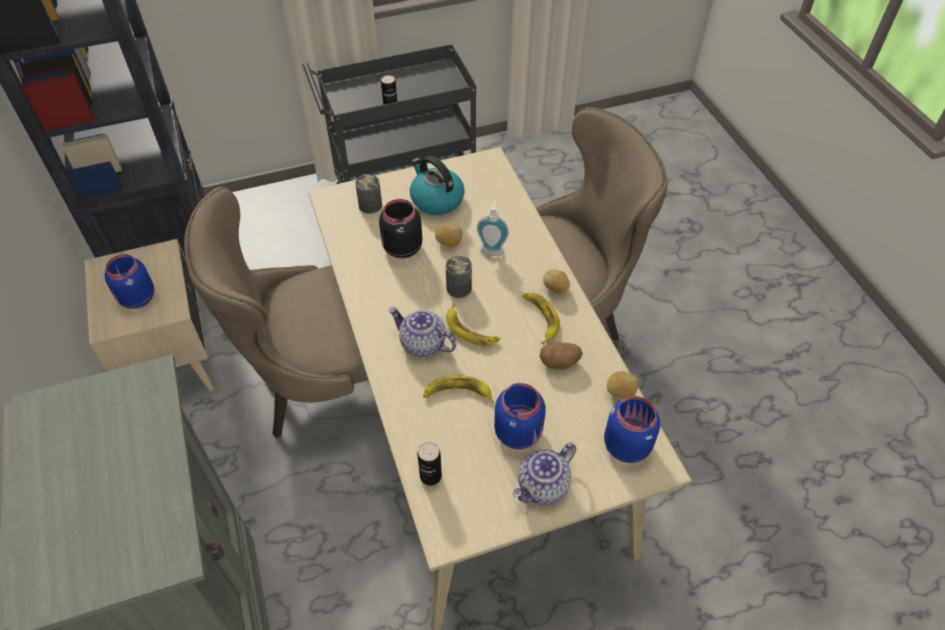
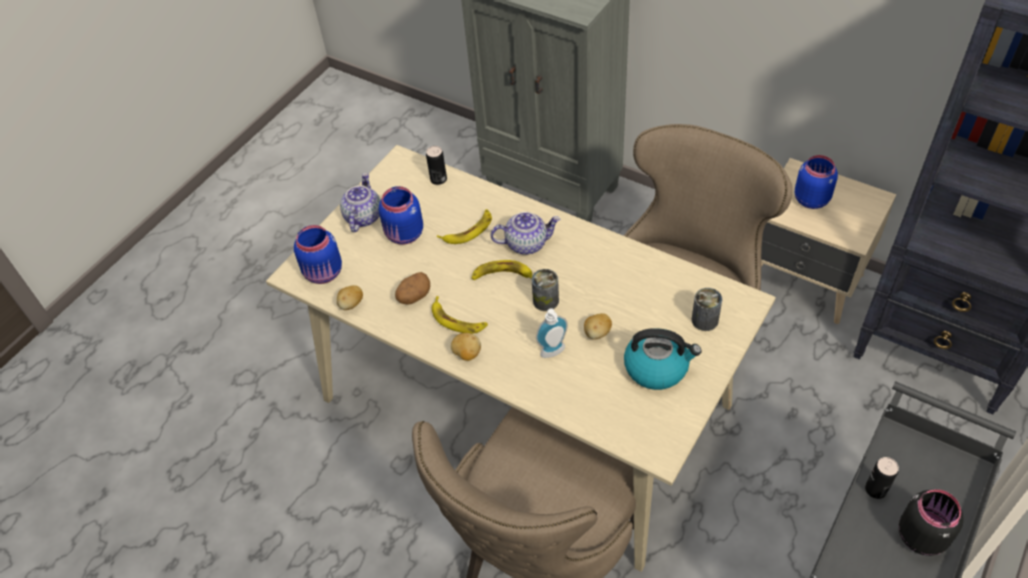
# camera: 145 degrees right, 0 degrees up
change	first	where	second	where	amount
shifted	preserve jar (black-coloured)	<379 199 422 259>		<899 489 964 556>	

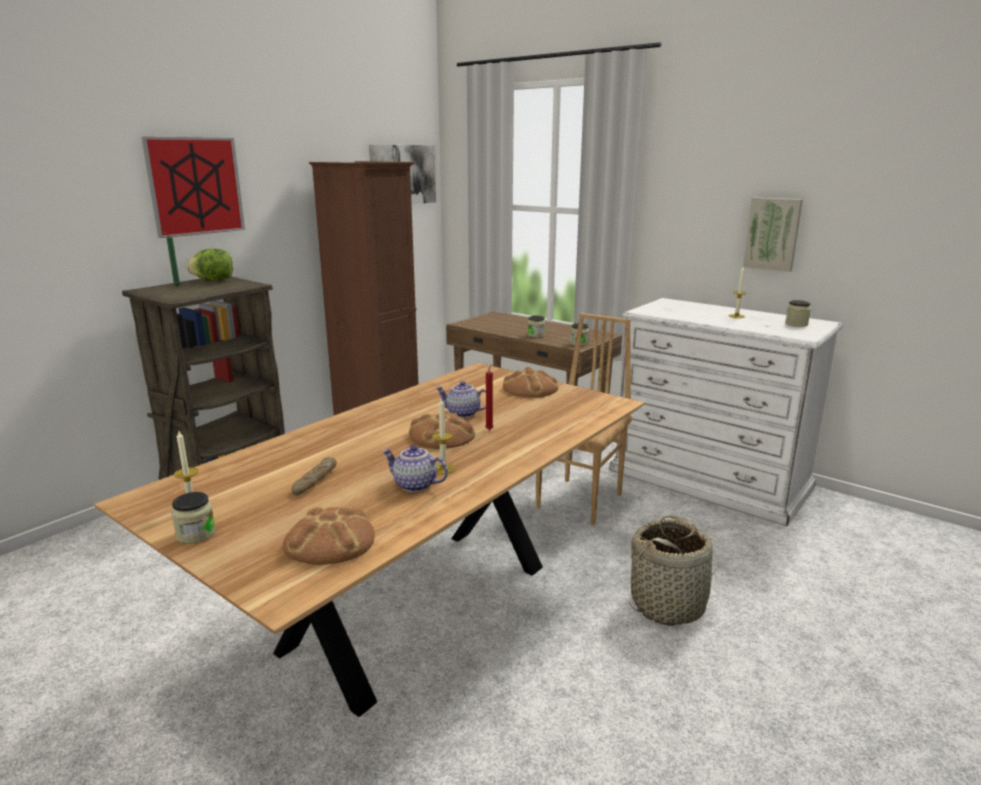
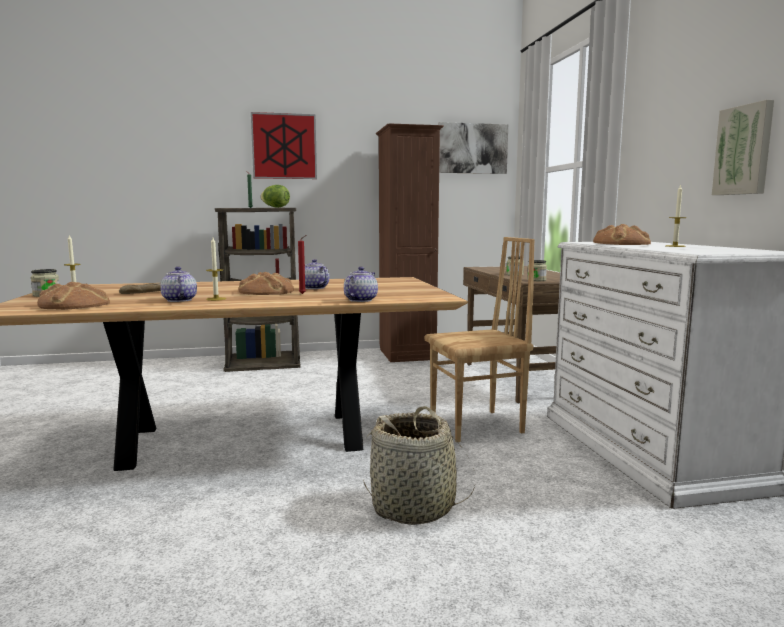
# camera: 40 degrees right, 10 degrees down
change	first	where	second	where	amount
shifted	bakery bread	<503 367 558 398>		<593 224 651 245>	
gone	preserve jar	<785 300 811 327>			
new			teapot	<344 267 378 302>	

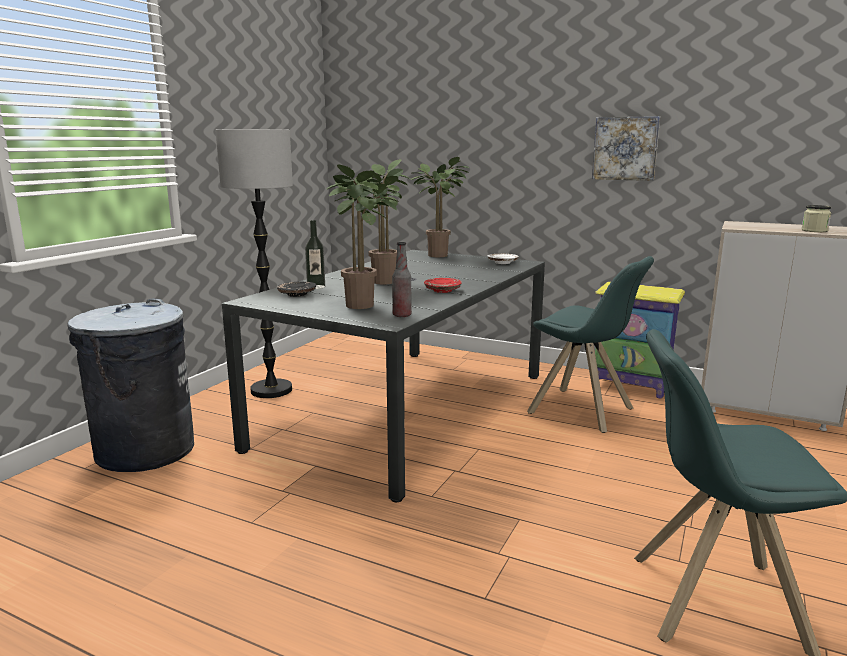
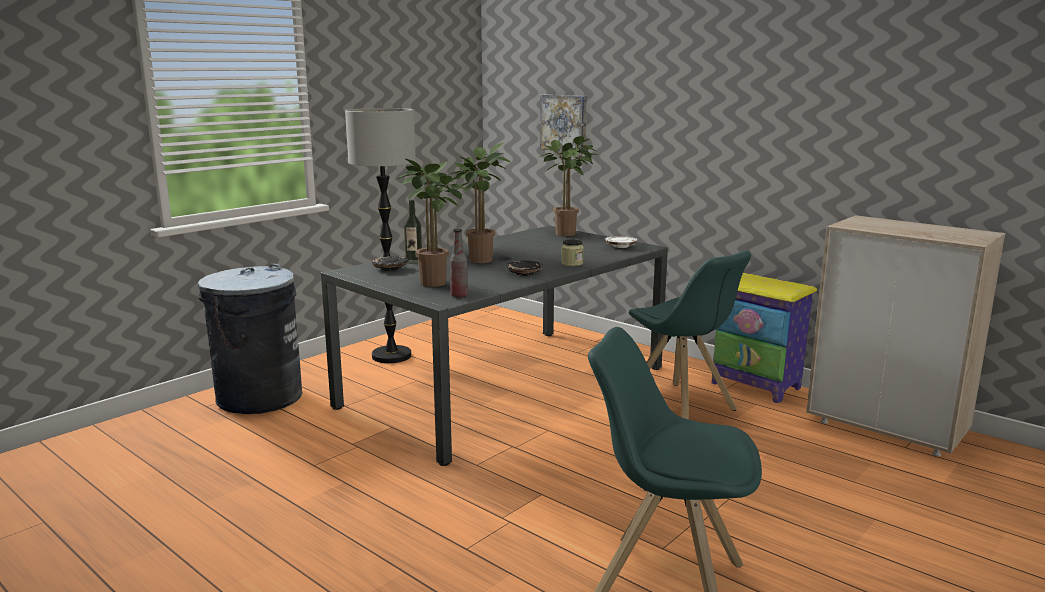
# camera: 15 degrees right, 0 degrees up
change	first	where	second	where	amount
repainted	dinner plate (red-coloured)	<424 278 462 293>	dinner plate (black-coloured)	<506 260 543 276>	
shifted	picture	<592 116 660 181>		<540 95 587 151>	
shifted	preserve jar	<802 205 831 232>		<561 239 584 266>	

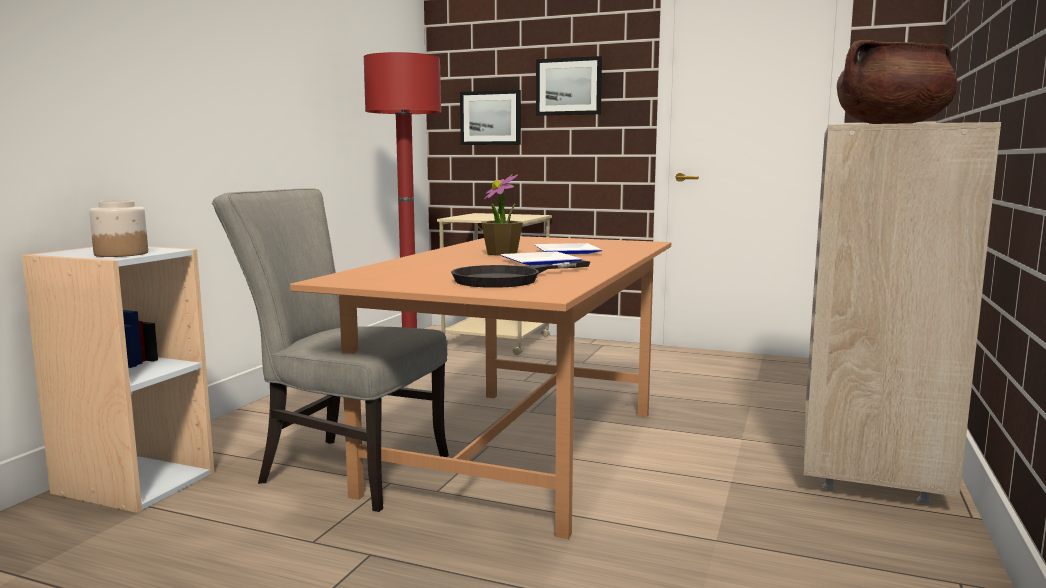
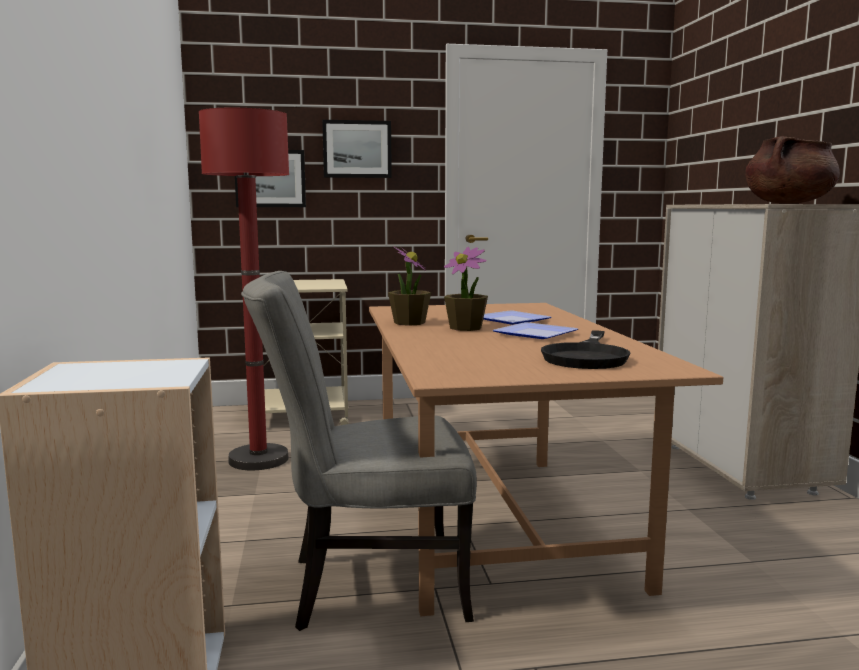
# camera: 30 degrees left, 0 degrees up
change	first	where	second	where	amount
gone	preserve jar	<89 200 148 257>			
new			plant in a pot	<388 246 431 326>	

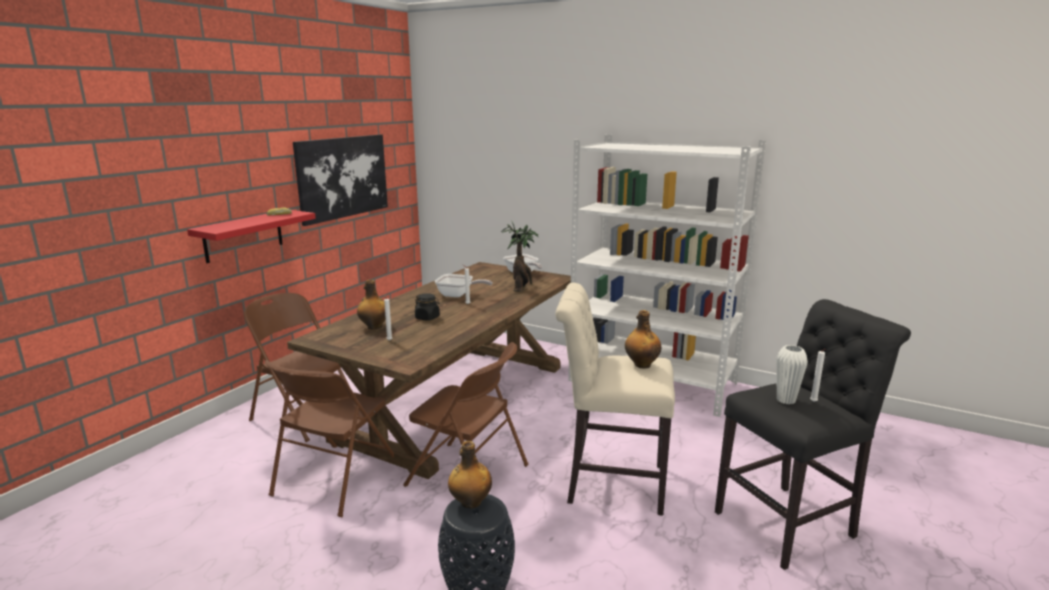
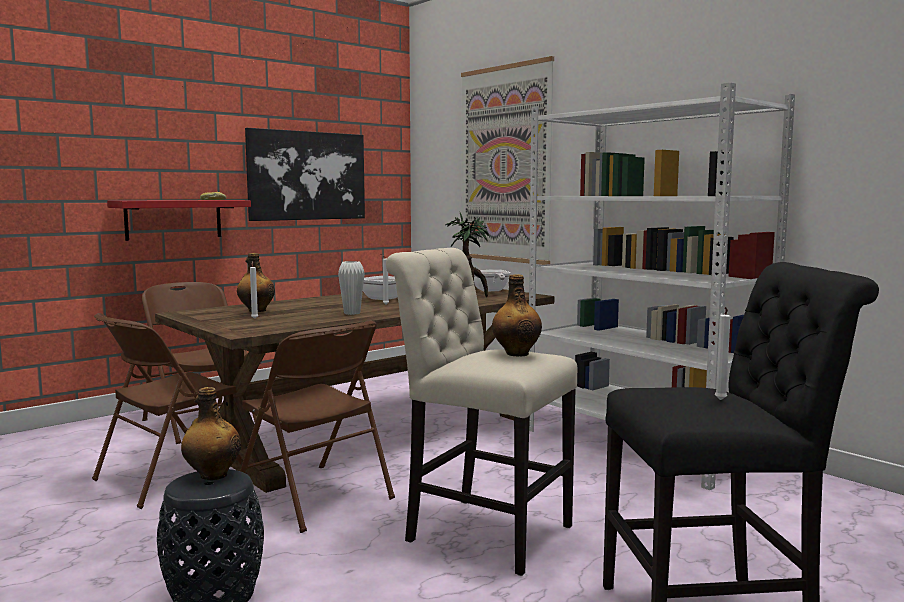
# camera: 20 degrees right, 10 degrees down
change	first	where	second	where	amount
gone	preserve jar (black-coloured)	<415 293 440 321>			
shifted	decorative vase (white-coloured)	<776 345 808 404>		<338 261 365 315>	
new			picture	<461 56 554 265>	

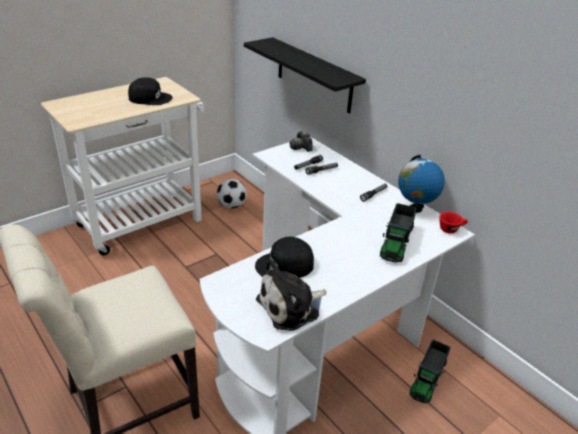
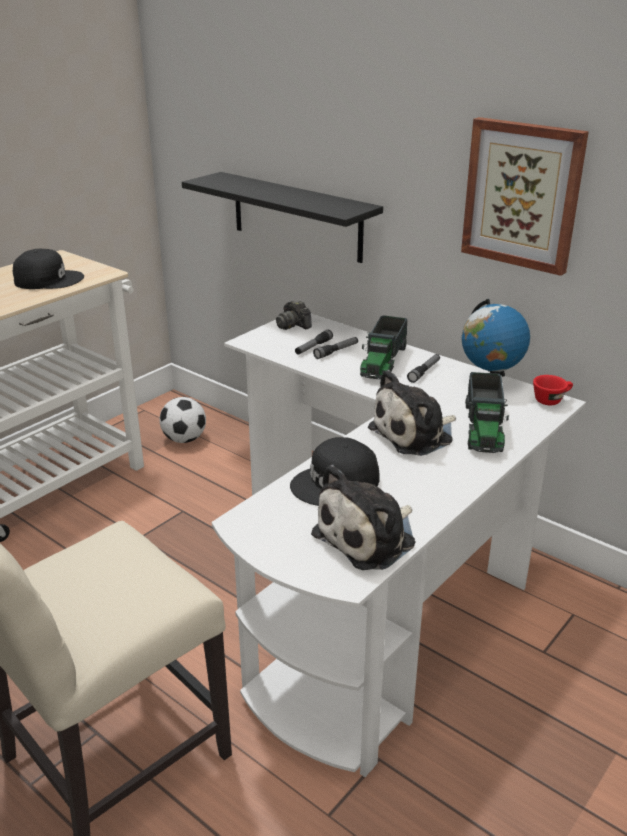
# camera: 10 degrees left, 5 degrees down
change	first	where	second	where	amount
shifted	toy truck	<410 340 450 403>		<360 315 407 380>	
new			cuddly toy	<368 370 456 456>	
new			picture	<461 117 589 276>	

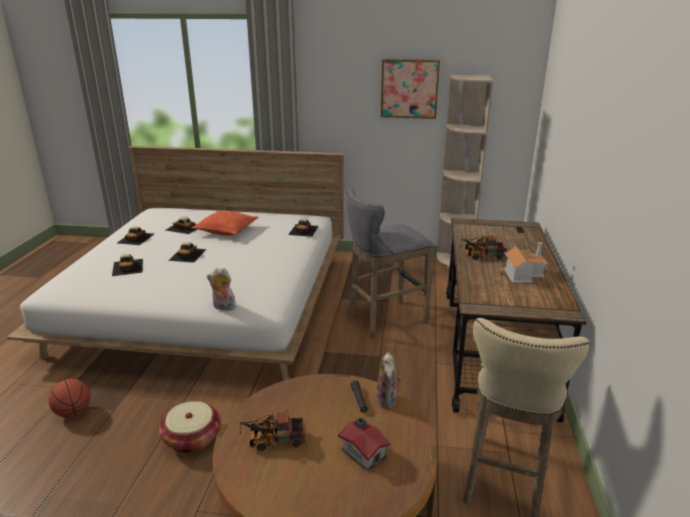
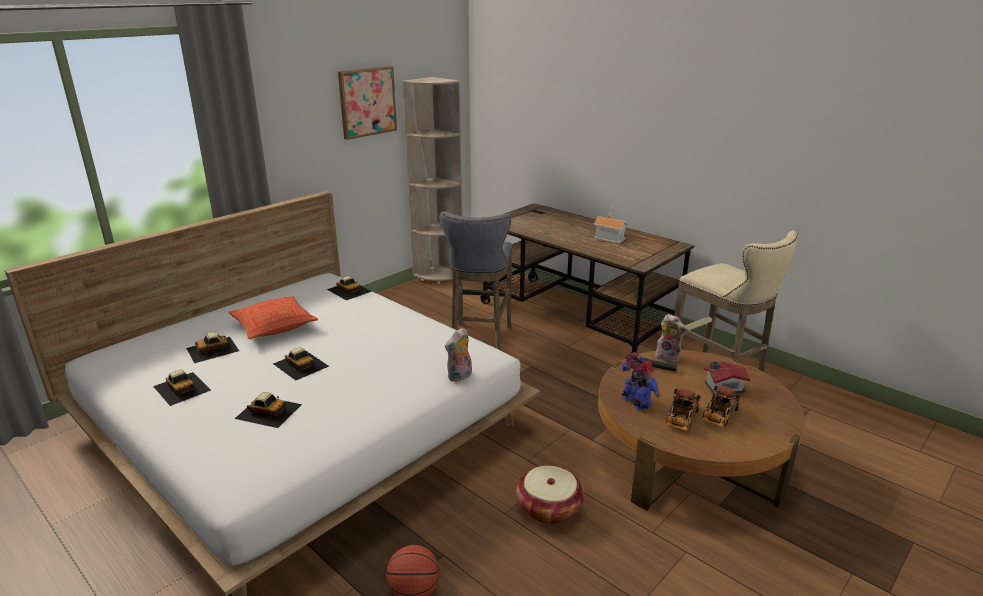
# camera: 55 degrees left, 0 degrees up
change	first	where	second	where	amount
shifted	toy truck	<460 235 507 260>		<702 386 741 427>	
new			toy robot	<622 352 660 411>	

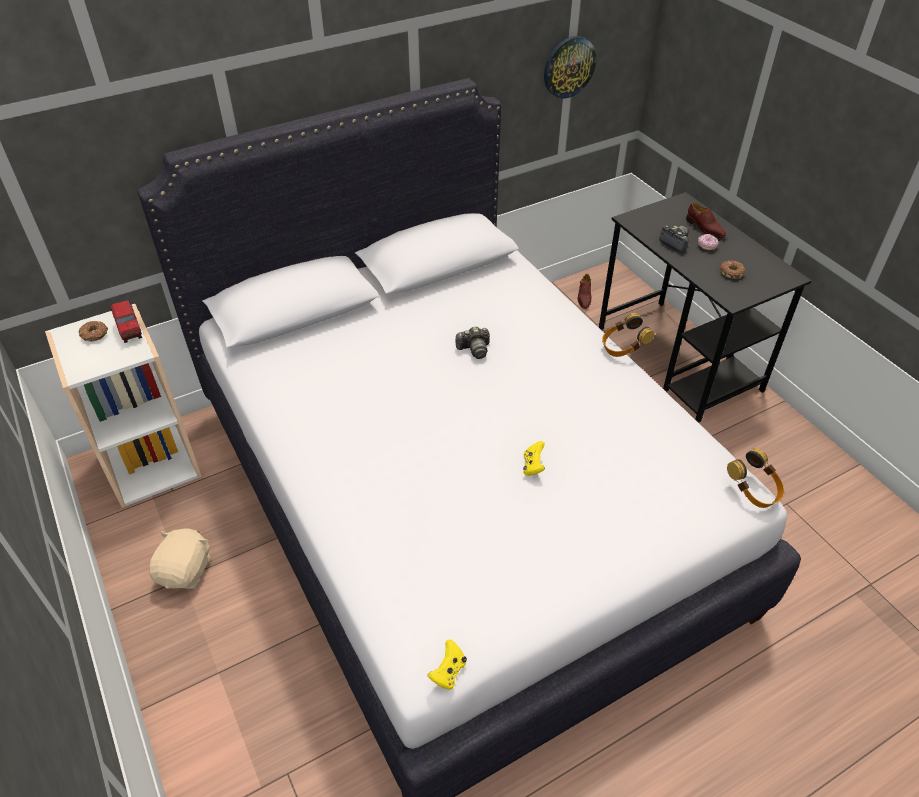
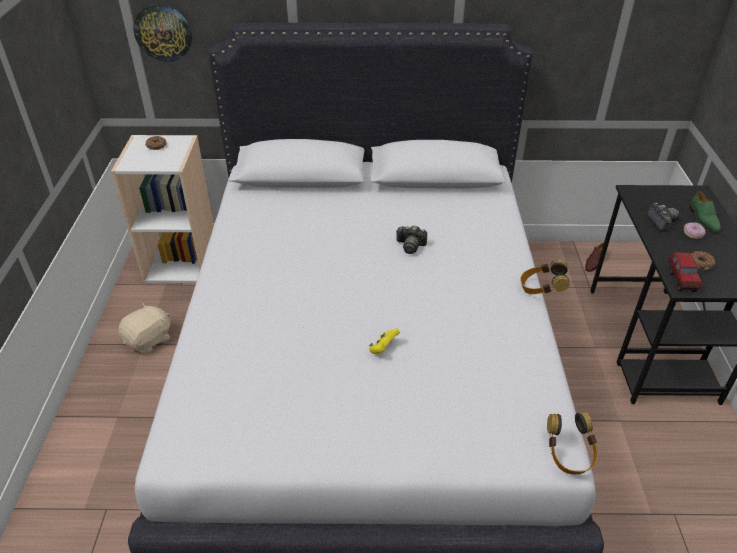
# camera: 30 degrees right, 5 degrees down
change	first	where	second	where	amount
shifted	toy truck	<111 300 142 343>		<669 252 702 292>	
gone	gamepad (yellow-coloured)	<427 640 467 690>			
shifted	hanging clock	<544 36 596 99>		<133 4 192 62>	
repainted	item of footwear (brownish)	<686 202 726 238>	item of footwear (green-coloured)	<689 192 721 233>	

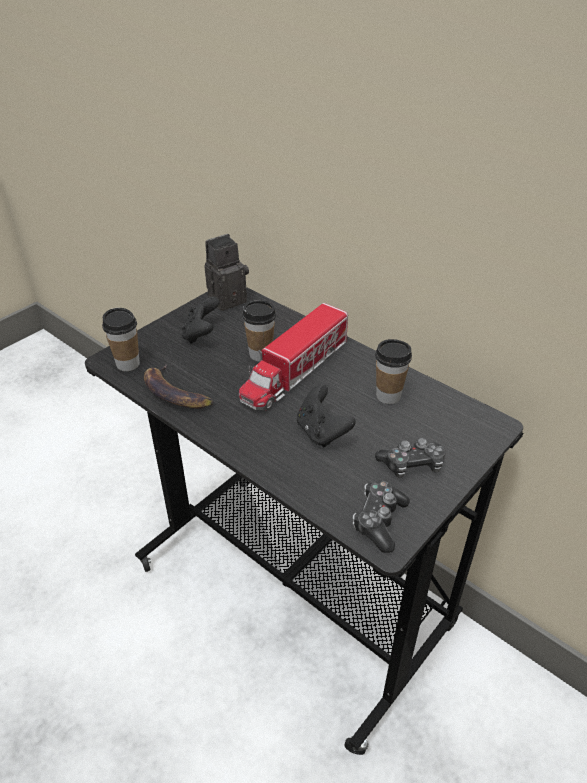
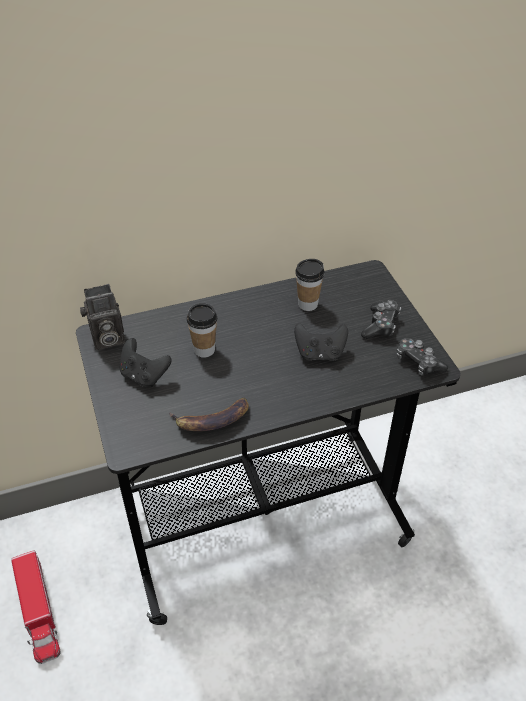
# camera: 60 degrees left, 5 degrees up
change	first	where	second	where	amount
gone	drinking cup	<102 308 140 371>			
rotated	still camera	<204 234 249 311>		<80 284 125 350>	105 degrees counterclockwise
shifted	toy truck	<239 303 348 411>		<11 550 61 664>	

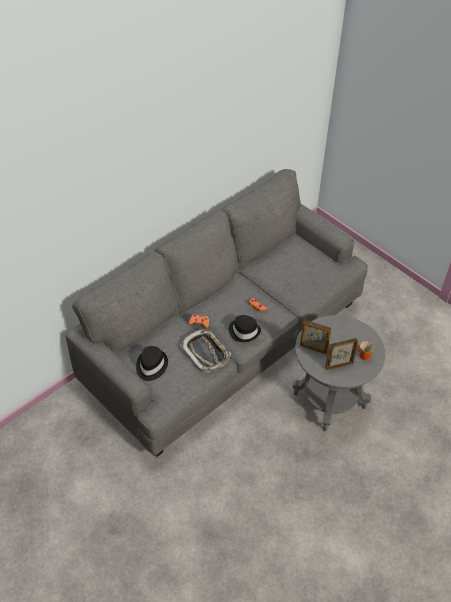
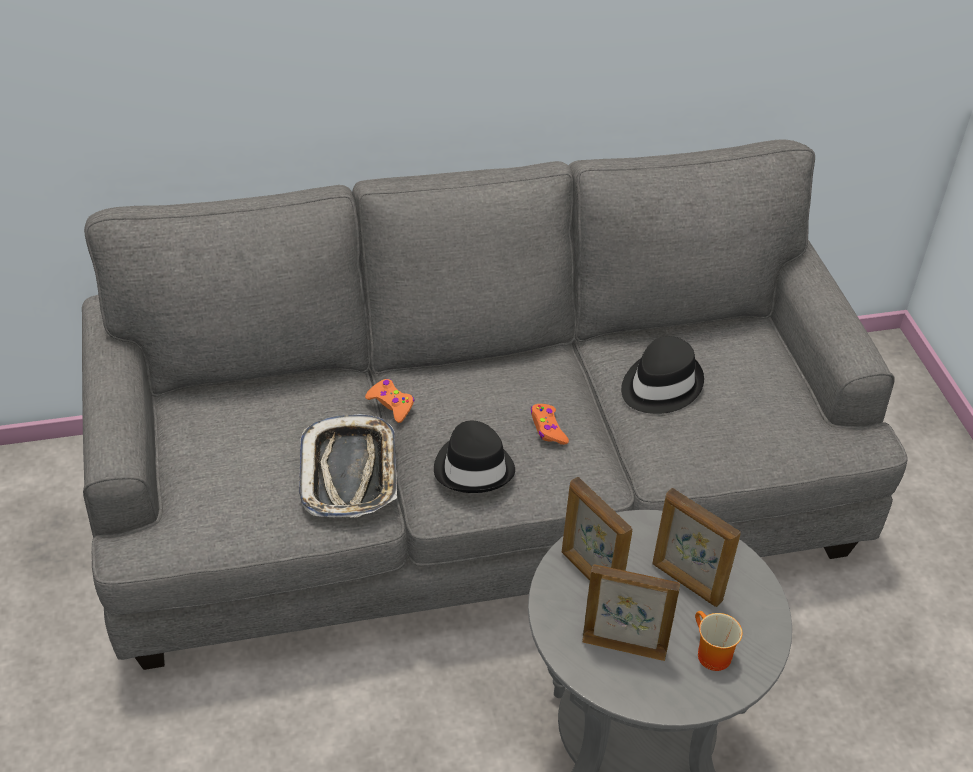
# camera: 30 degrees right, 5 degrees down
change	first	where	second	where	amount
shifted	hat (black-coloured)	<136 346 168 381>		<621 336 704 414>	
new			photo frame	<652 488 741 607>	

